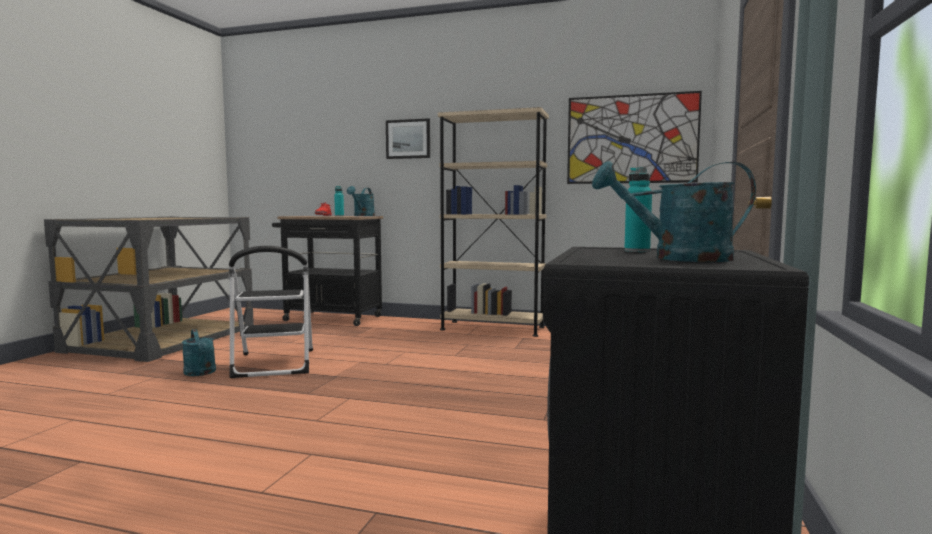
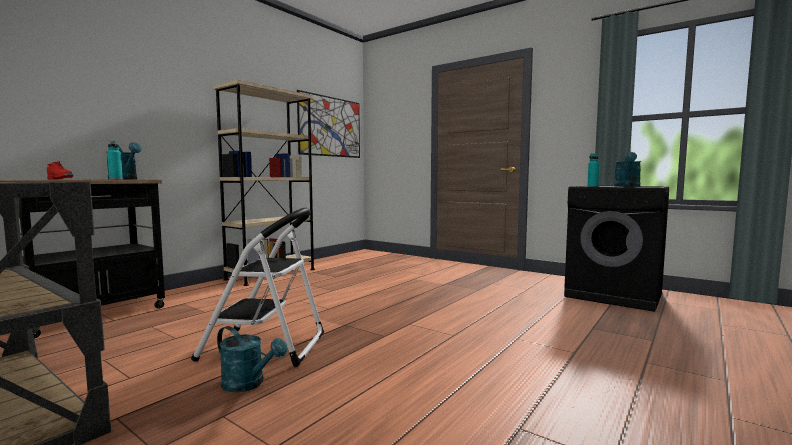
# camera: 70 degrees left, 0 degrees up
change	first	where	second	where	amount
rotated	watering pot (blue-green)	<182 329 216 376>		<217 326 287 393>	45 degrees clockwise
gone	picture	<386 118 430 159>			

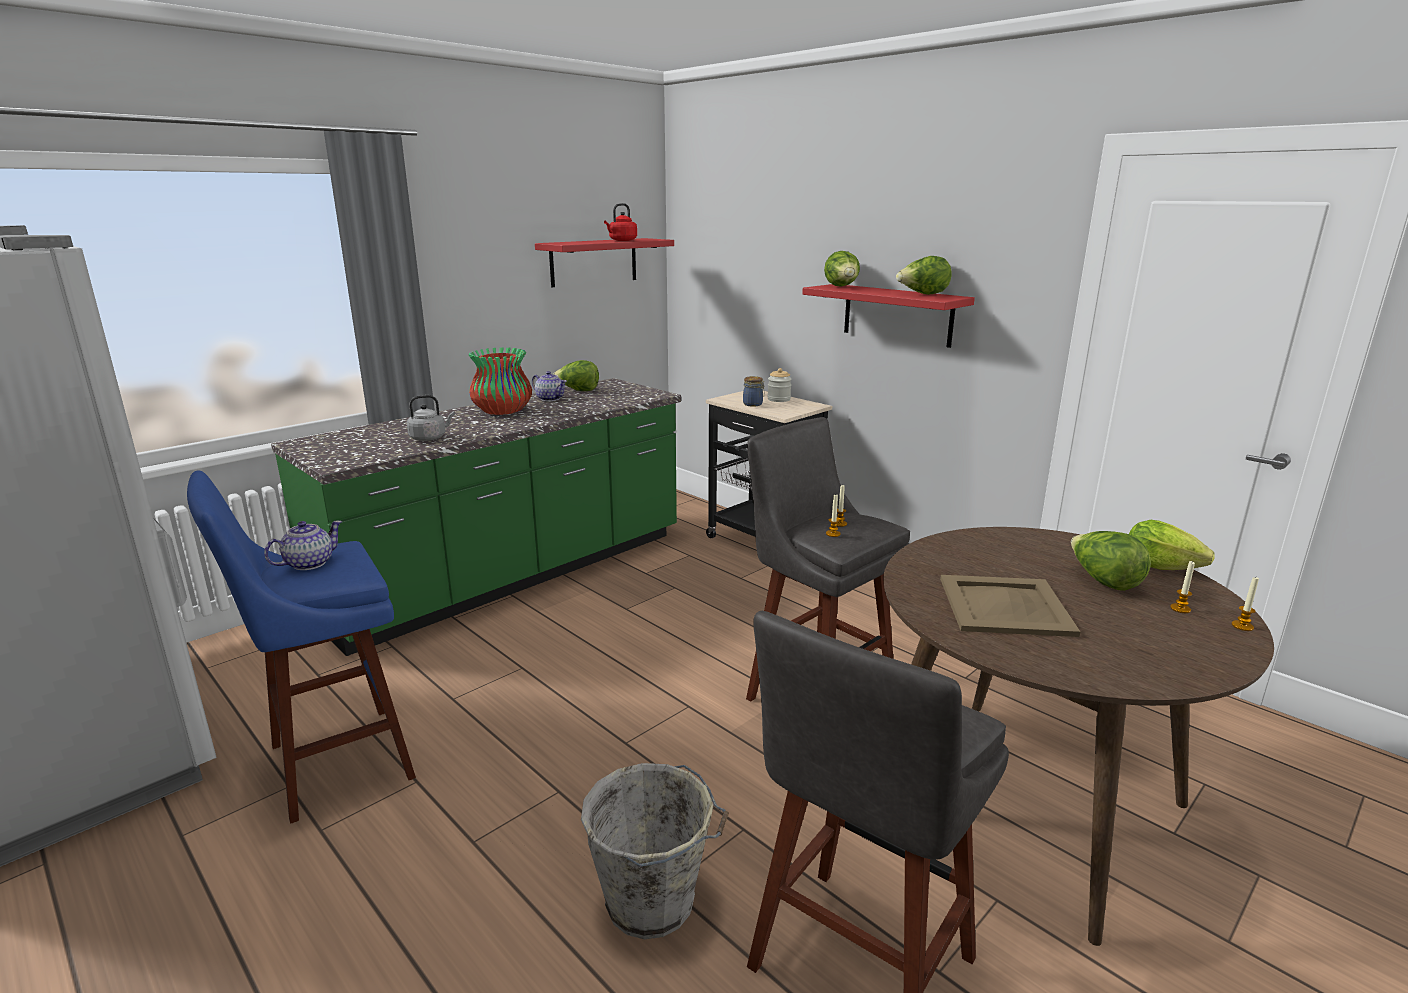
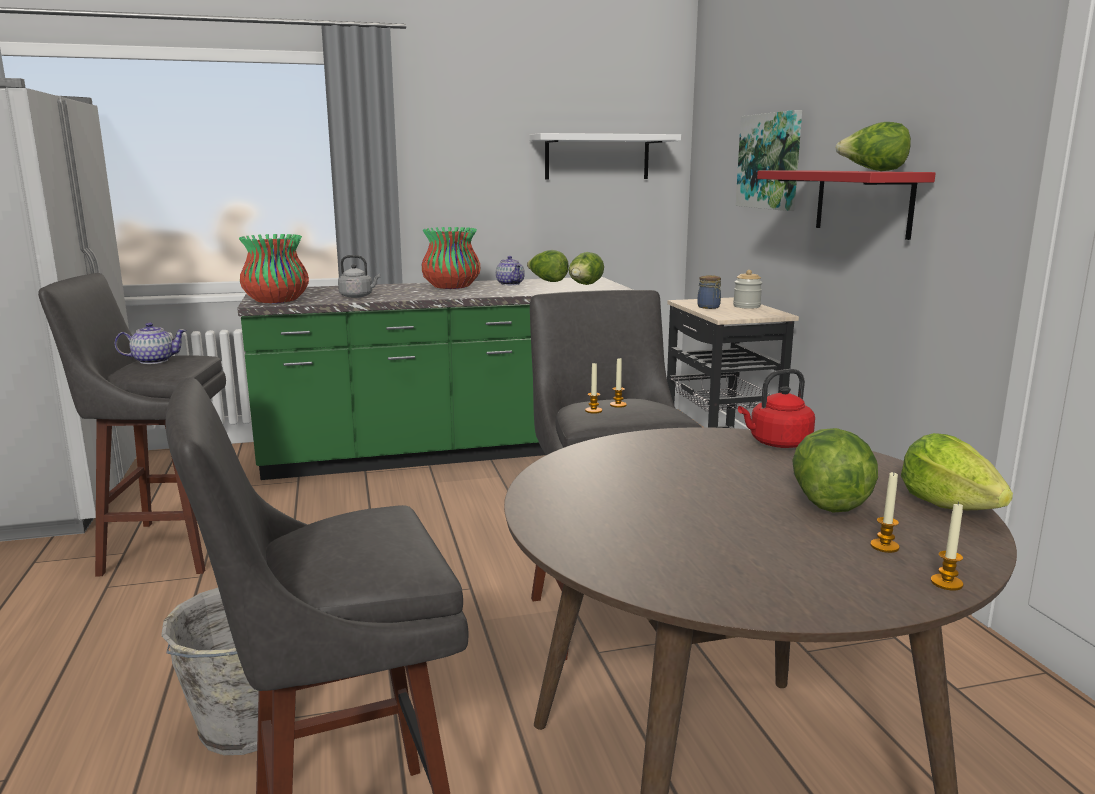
# camera: 30 degrees right, 5 degrees down
change	first	where	second	where	amount
repainted	sitting stool (bluish)	<187 470 416 824>	sitting stool (grey)	<38 273 226 577>	
repainted	shelf (red-coloured)	<535 238 674 287>	shelf (white-coloured)	<529 133 681 179>	
shifted	kettle (red-coloured)	<604 203 637 241>		<738 369 815 448>	
shifted	lettuce	<824 251 860 287>		<569 252 604 285>	
gone	serving tray (beige-coloured)	<940 575 1080 637>			
new			decorative vase	<239 234 309 303>	
new			picture	<736 110 802 211>	

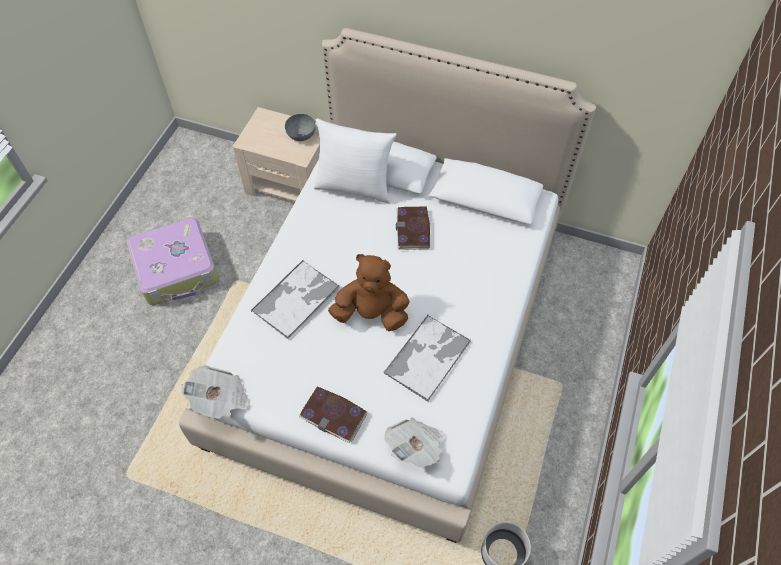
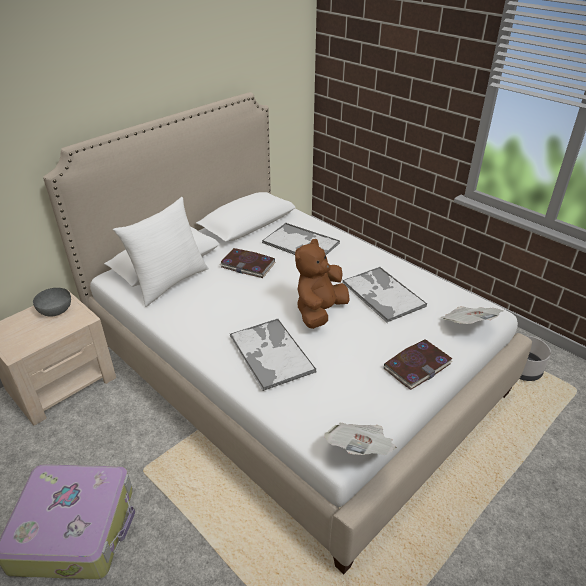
# camera: 65 degrees left, 20 degrees down
change	first	where	second	where	amount
new			serving tray	<262 223 340 255>	

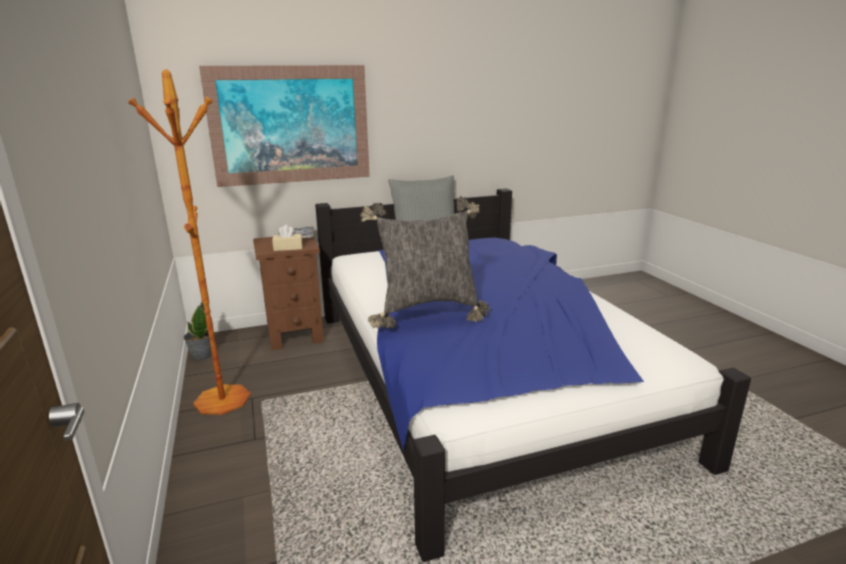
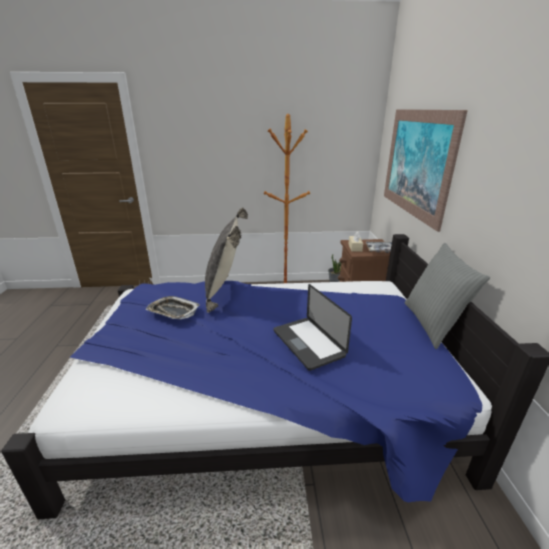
# camera: 105 degrees right, 5 degrees up
change	first	where	second	where	amount
new			serving tray	<146 296 199 319>	
new			notebook computer	<274 284 352 371>	

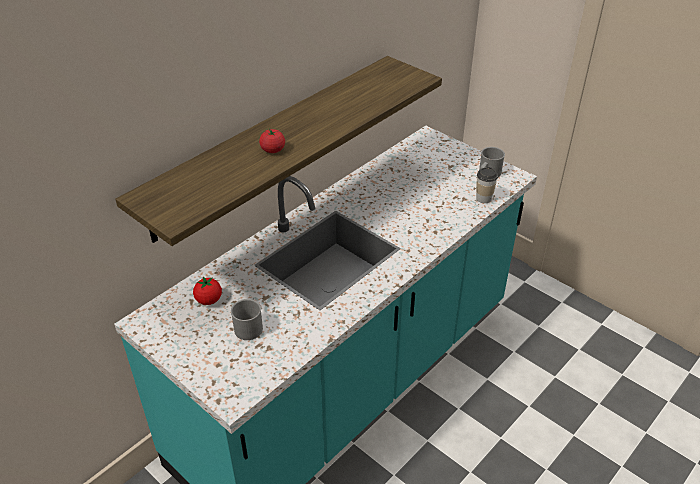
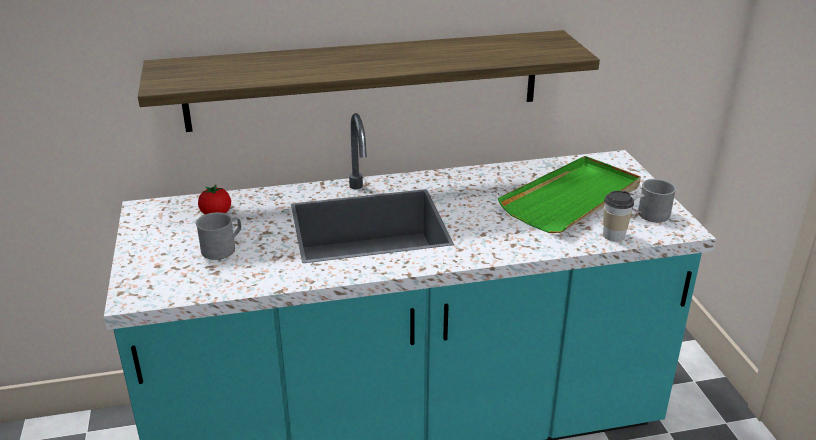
# camera: 35 degrees right, 10 degrees down
change	first	where	second	where	amount
gone	tomato	<259 129 285 153>			
new			serving tray (green-coloured)	<498 156 641 233>	

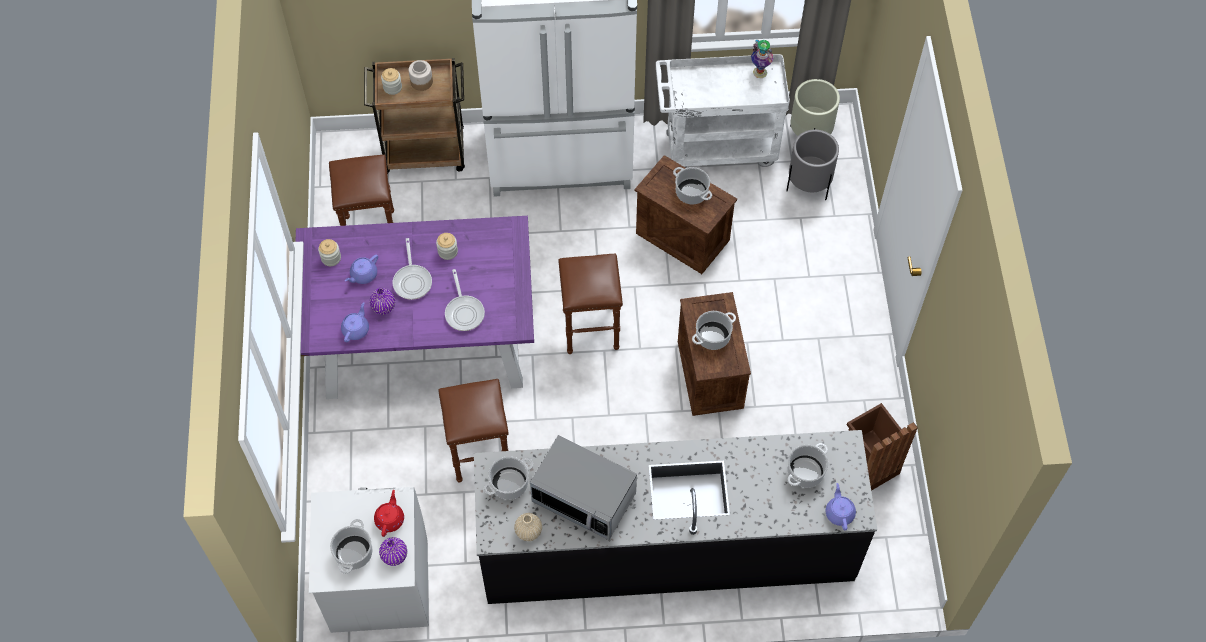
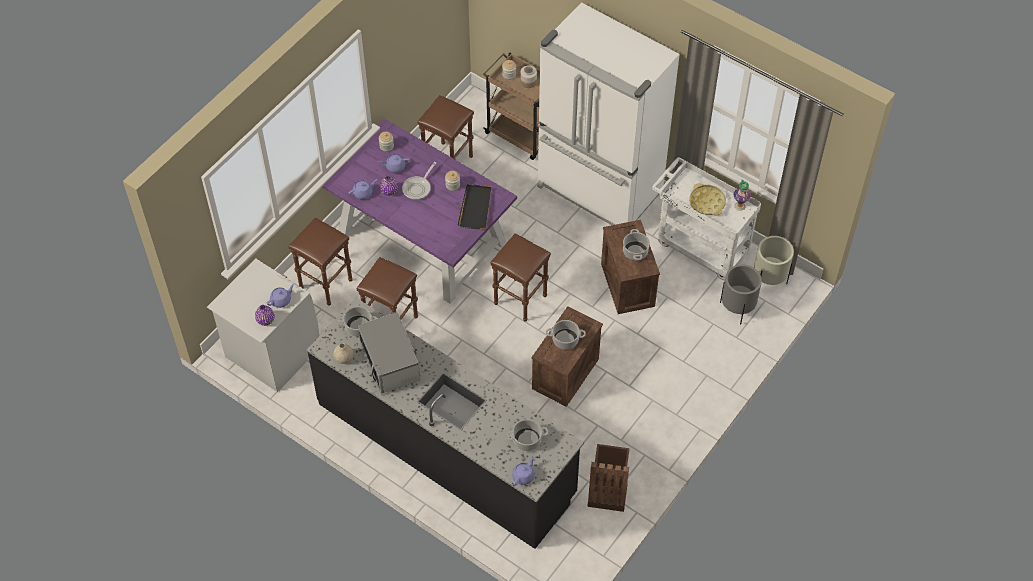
# camera: 40 degrees right, 5 degrees down
change	first	where	second	where	amount
gone	saucepot	<330 519 373 574>			
repainted	teapot (red-coloured)	<374 490 404 537>	teapot (purple)	<267 284 294 308>	
gone	pan	<445 269 485 331>			
new			sitting stool (brownish)	<288 218 353 306>	
new			serving tray (black-coloured)	<458 184 491 229>	
new			serving tray (yellow-coloured)	<689 183 726 216>	

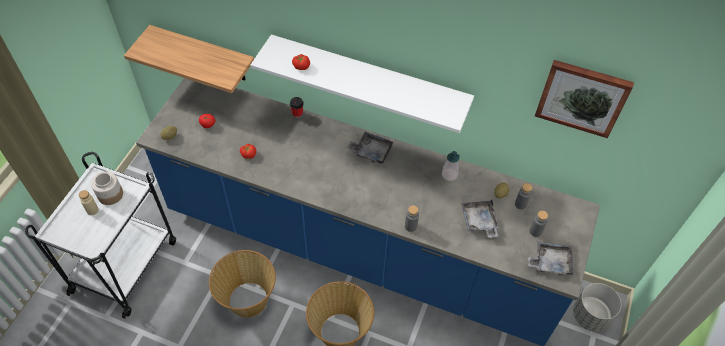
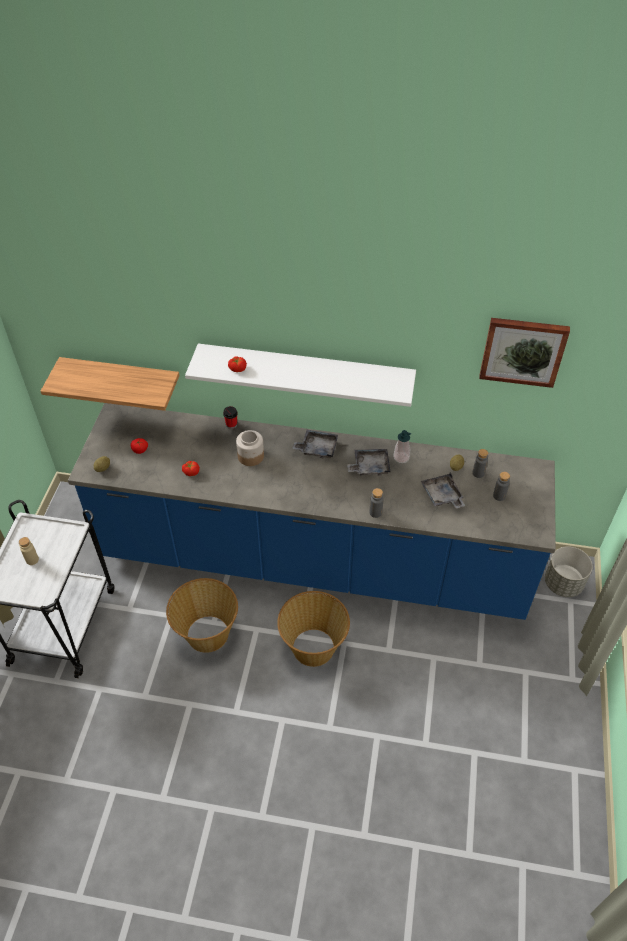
# camera: 10 degrees left, 5 degrees down
change	first	where	second	where	amount
shifted	preserve jar	<91 171 123 205>		<236 430 264 466>	
shifted	serving tray (grey)	<528 241 573 276>		<347 449 391 476>	

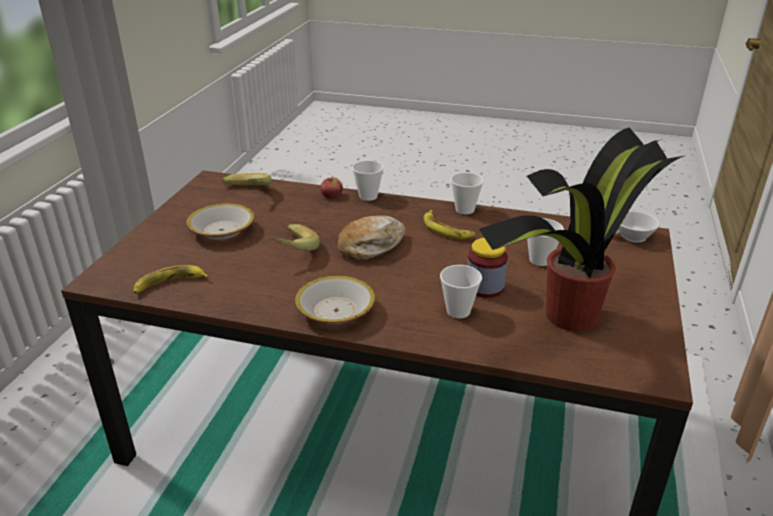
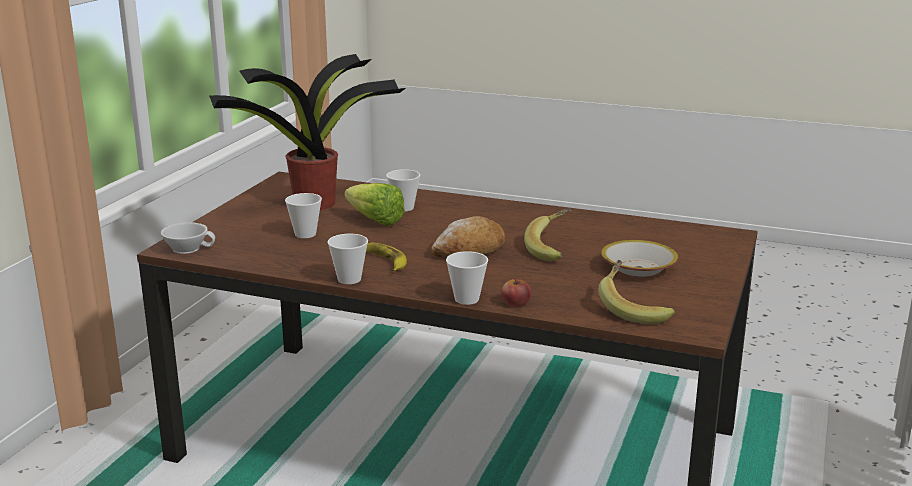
# camera: 175 degrees left, 10 degrees down
change	first	where	second	where	amount
gone	whole banana	<134 265 209 293>			
gone	bowl	<295 276 375 325>			
swapped	preserve jar	<467 238 508 298>	lettuce	<344 183 405 226>	

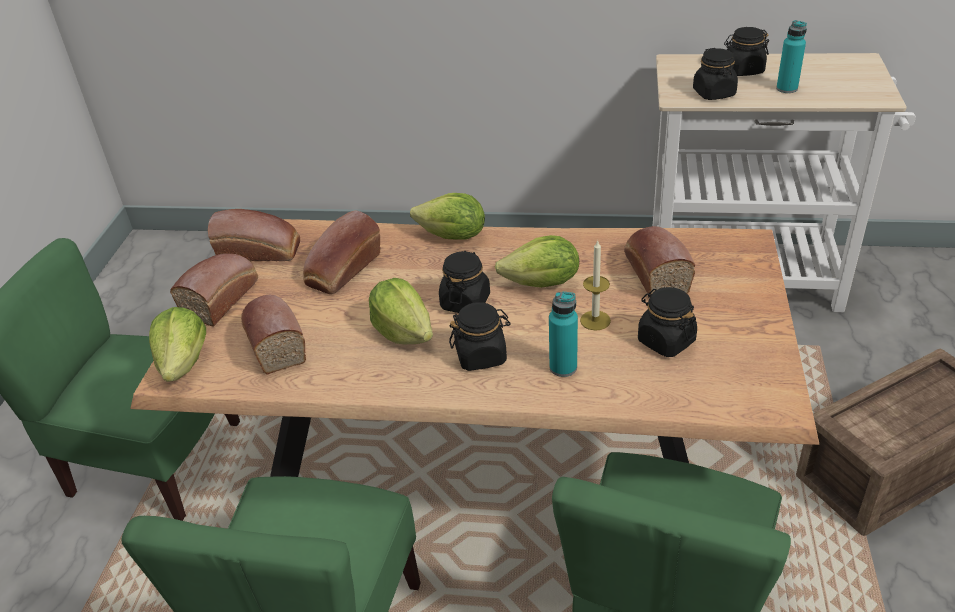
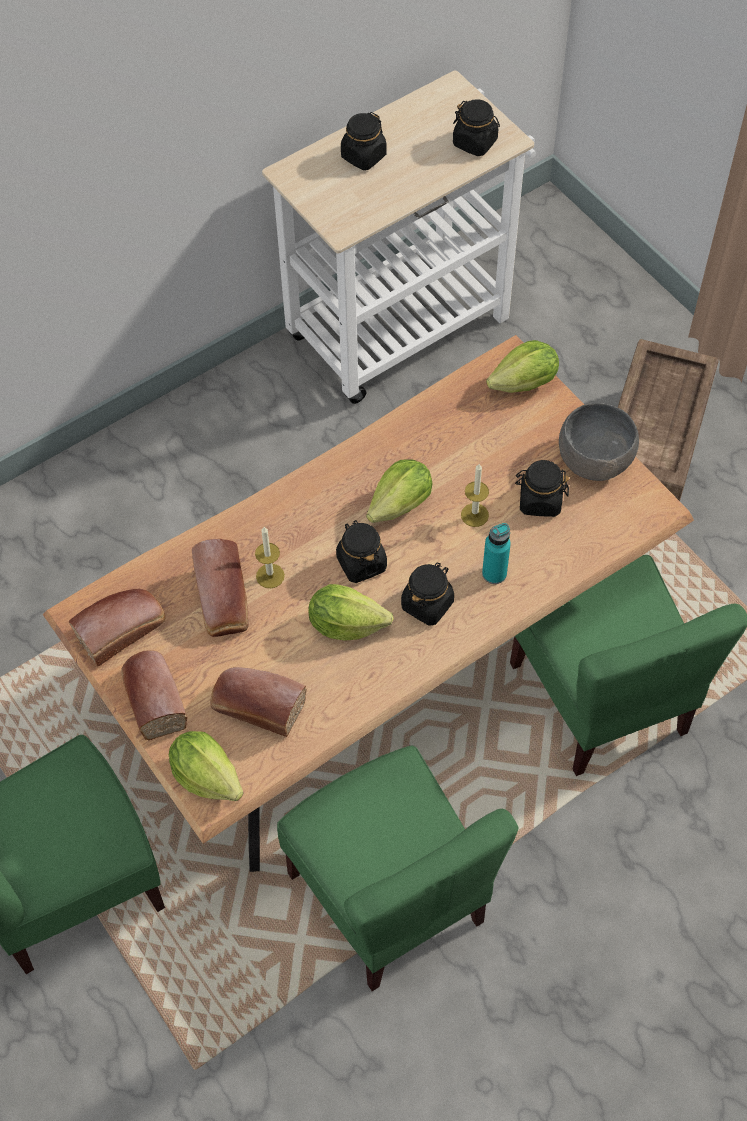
# camera: 45 degrees left, 20 degrees up
change	first	where	second	where	amount
shifted	lettuce	<410 193 485 240>		<486 340 559 393>	
gone	bakery bread	<624 226 695 297>			
shifted	preserve jar (black-coloured)	<693 48 738 100>		<453 99 500 156>	
gone	drink bottle (blue-green)	<776 20 807 93>			
new			candle	<255 527 285 588>	
new			bowl (grey)	<559 403 639 481>	

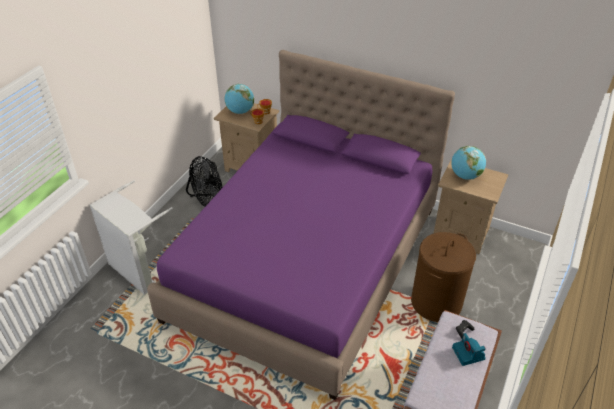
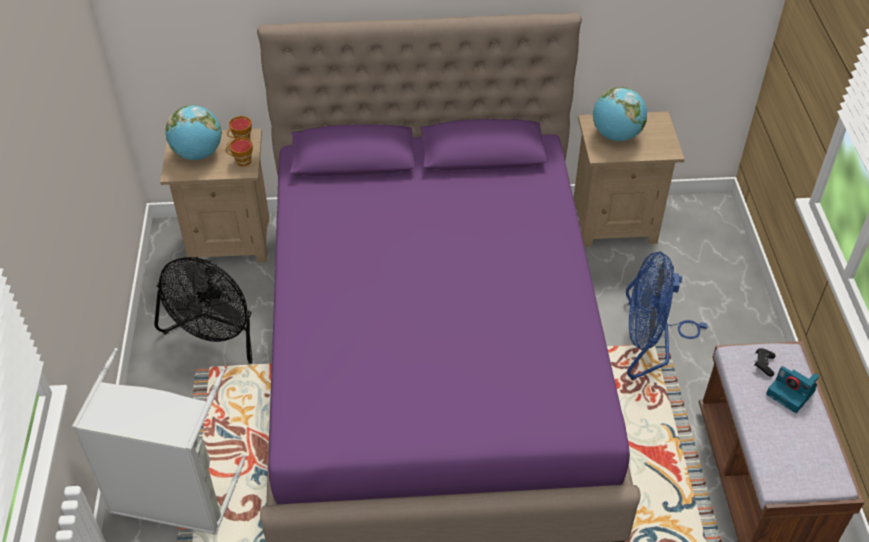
# camera: 30 degrees left, 5 degrees up
change	first	where	second	where	amount
swapped	washing basket (brownish)	<411 232 476 322>	cooling fan (bluish)	<626 251 709 380>	

